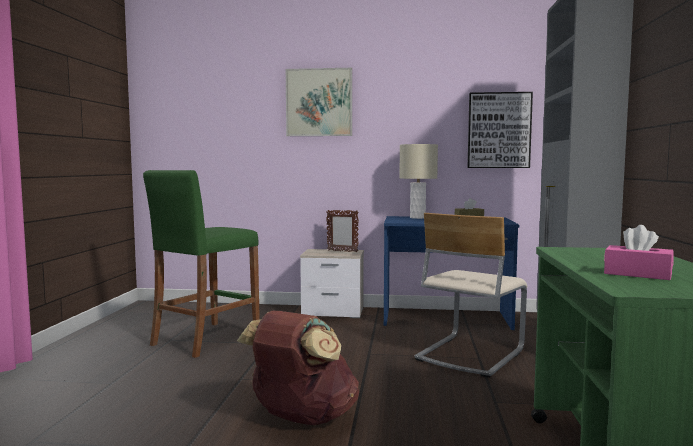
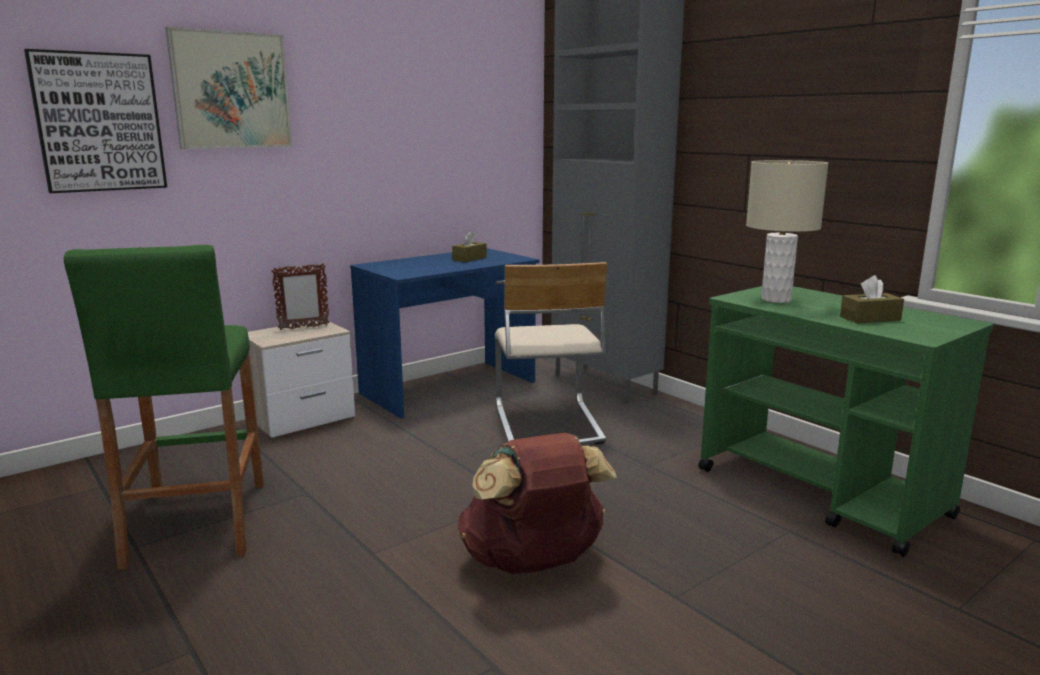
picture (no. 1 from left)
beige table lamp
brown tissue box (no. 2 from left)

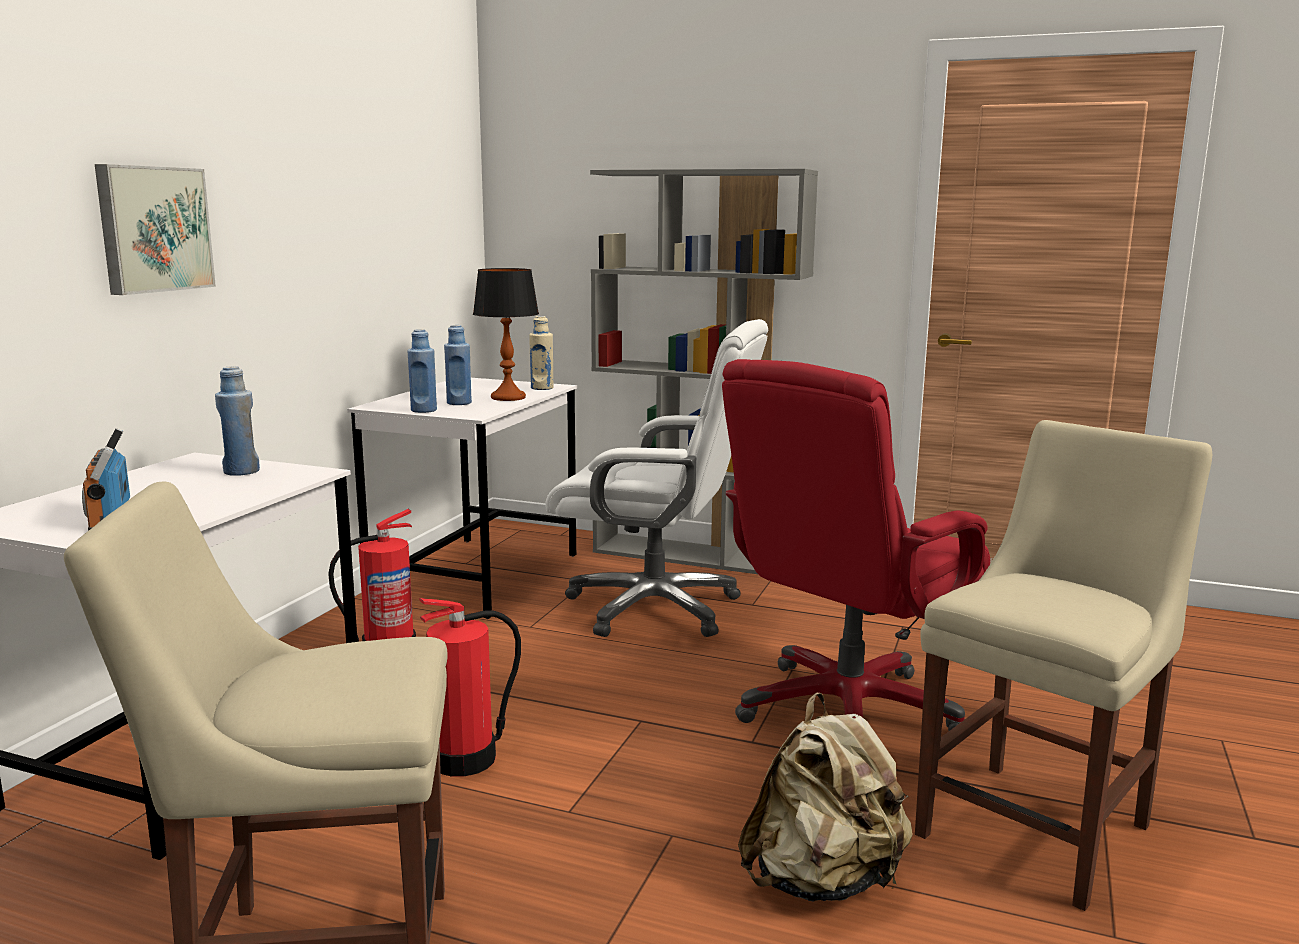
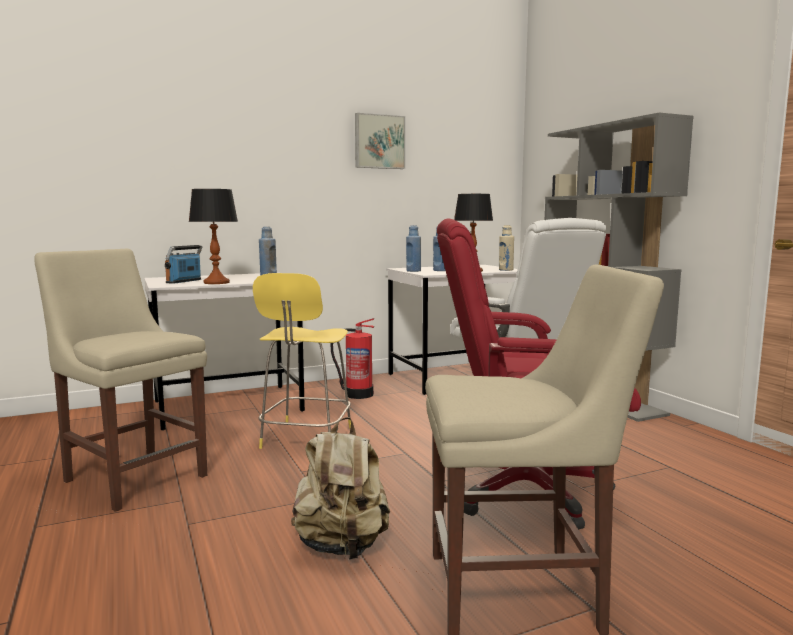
table lamp (no. 1 from left)
yellow stool
picture

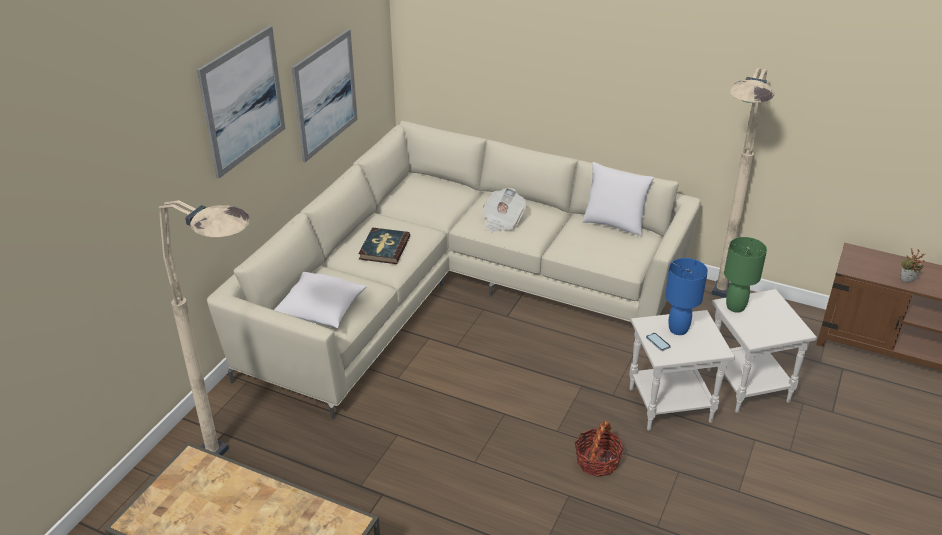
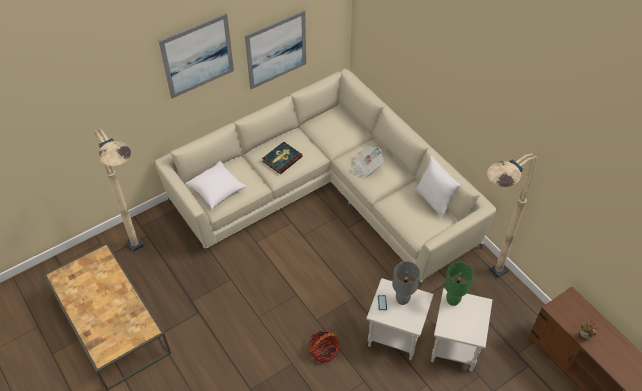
grey table lamp

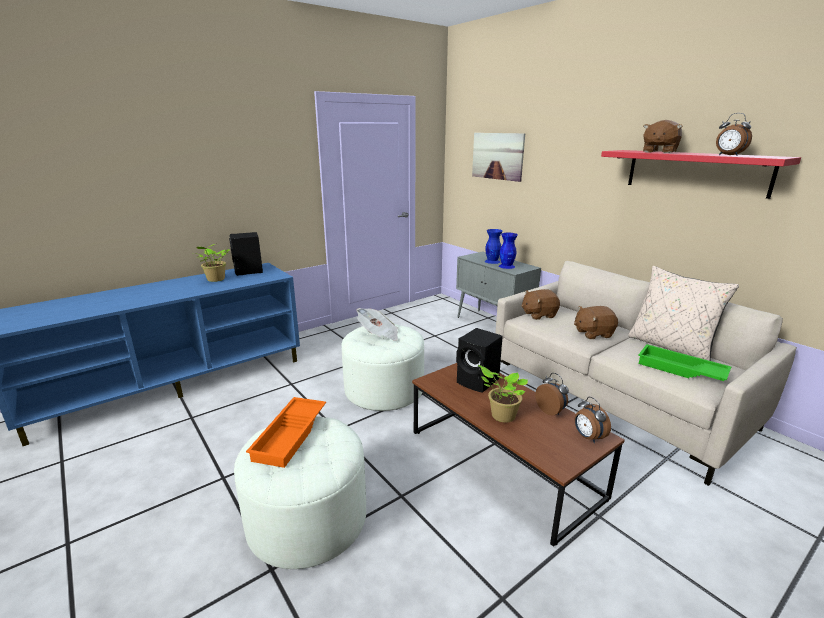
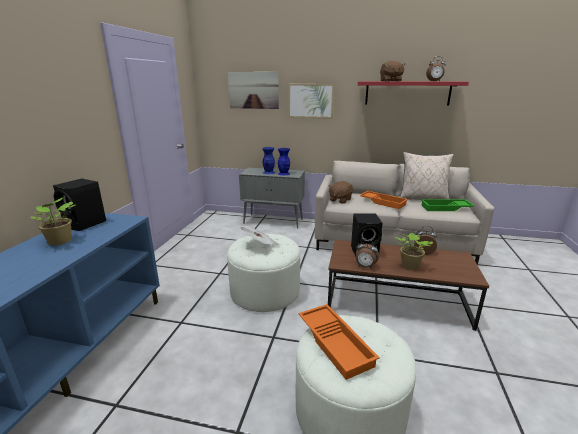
picture (no. 2 from left)
alarm clock (no. 1 from left)
orange tray (no. 2 from left)

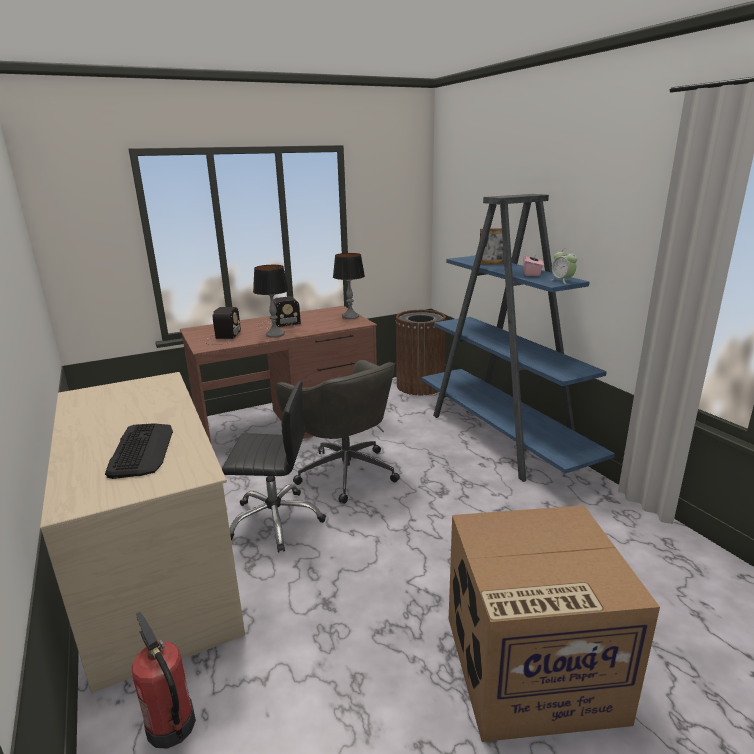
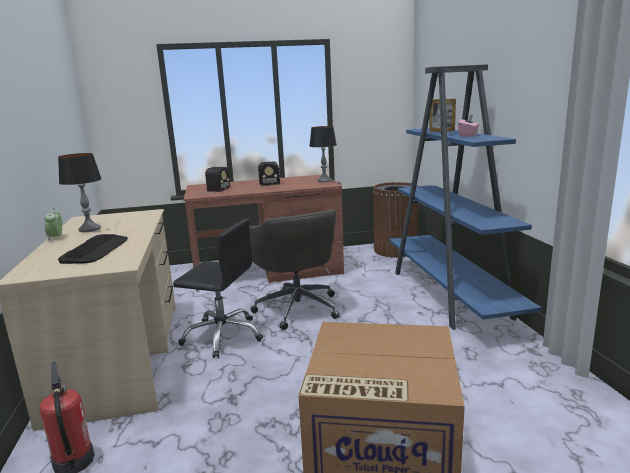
alarm clock
table lamp (no. 1 from left)

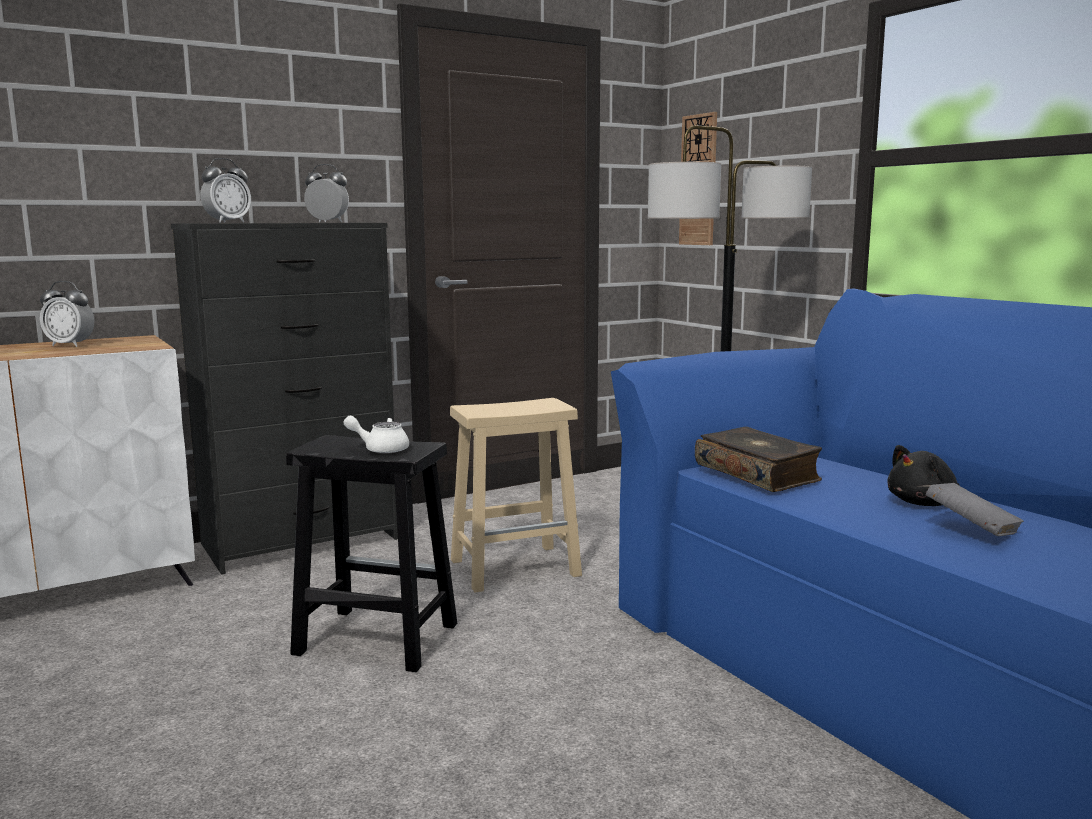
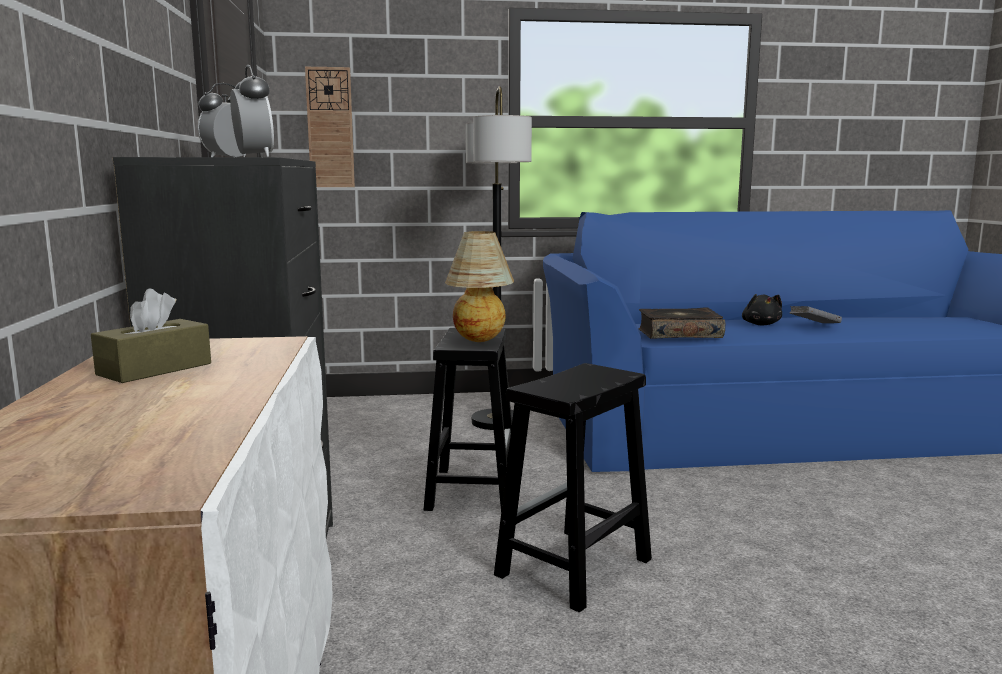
brown tissue box
black stool (no. 1 from left)
table lamp
white teapot

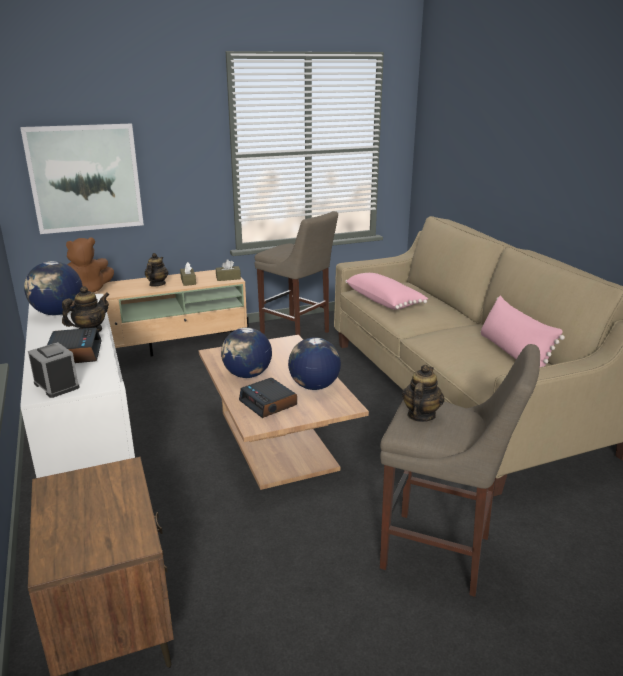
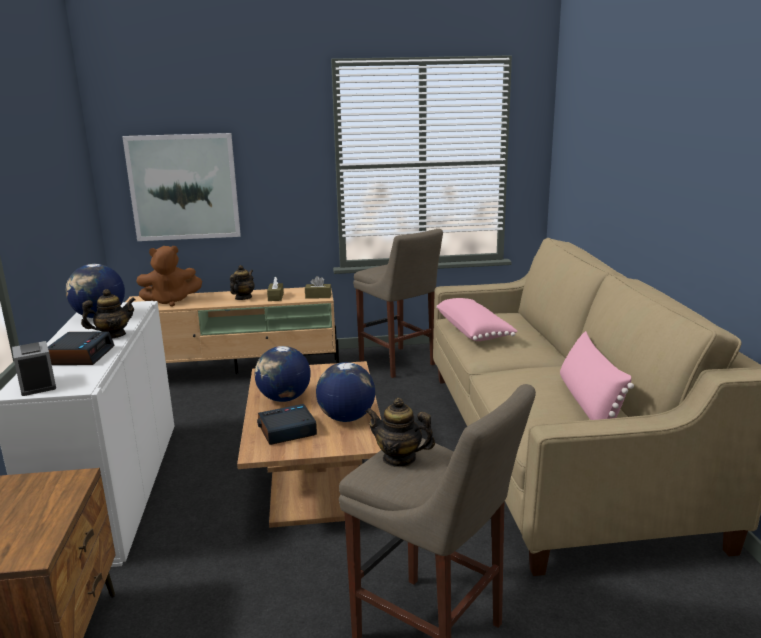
alarm clock (no. 3 from left)
teapot (no. 3 from left)

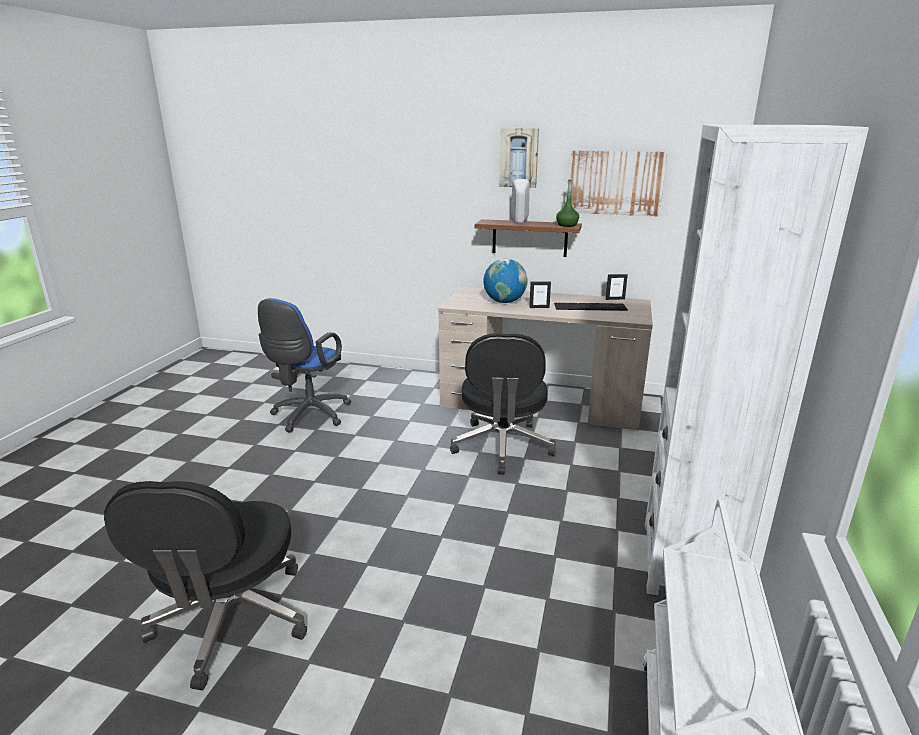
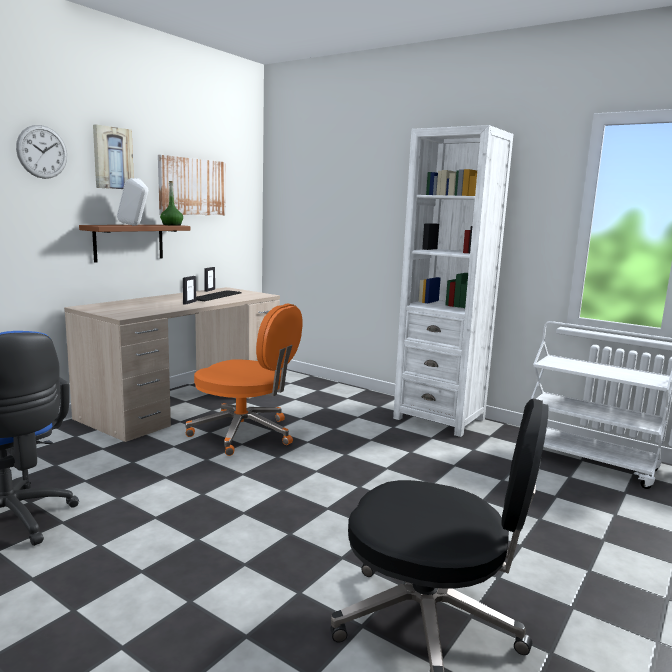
wall clock
orange office chair
globe

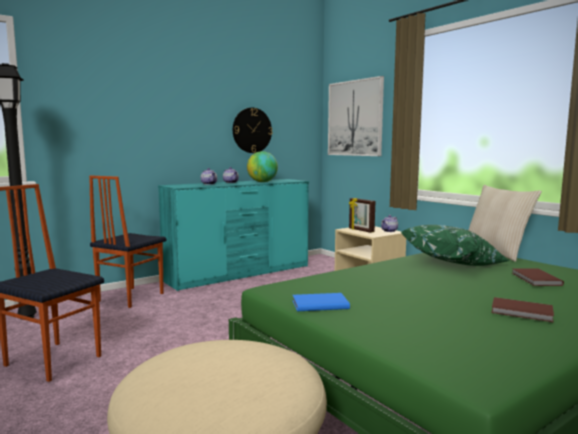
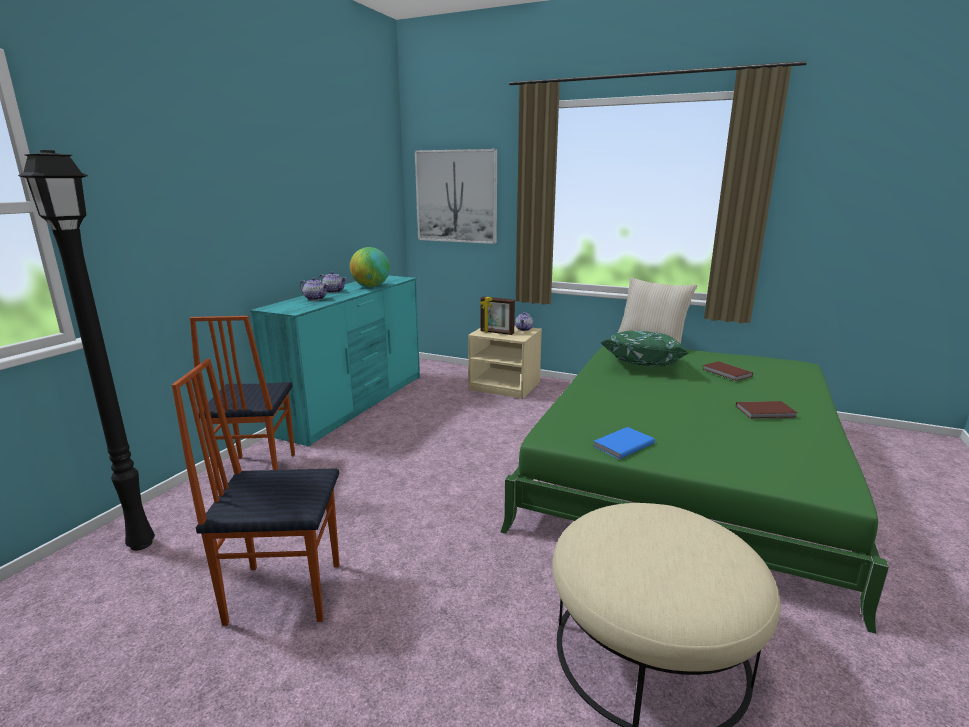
wall clock

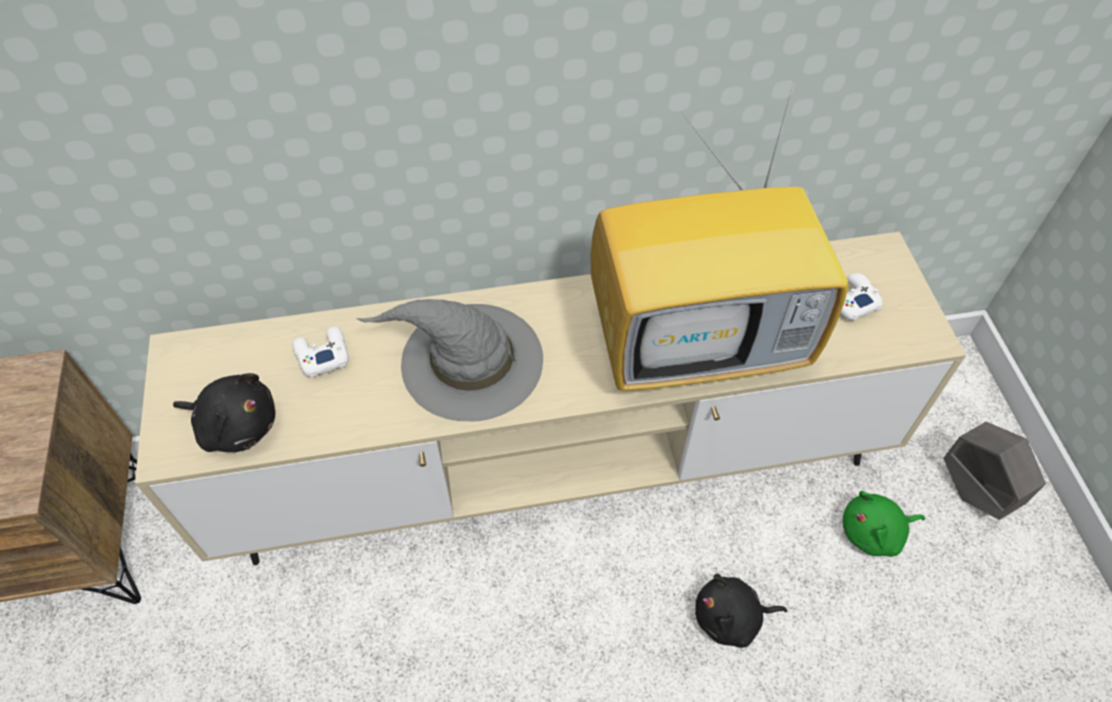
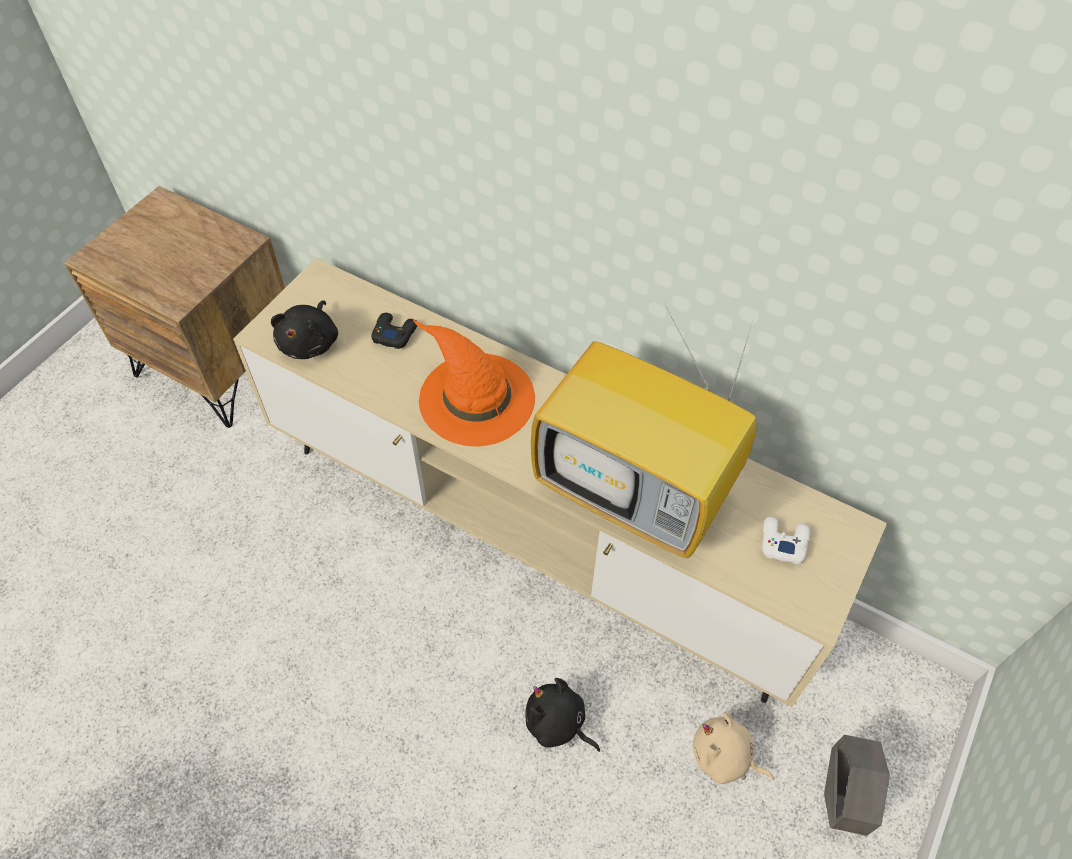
black plush toy (no. 1 from left)
black game controller
orange hat
beige plush toy

